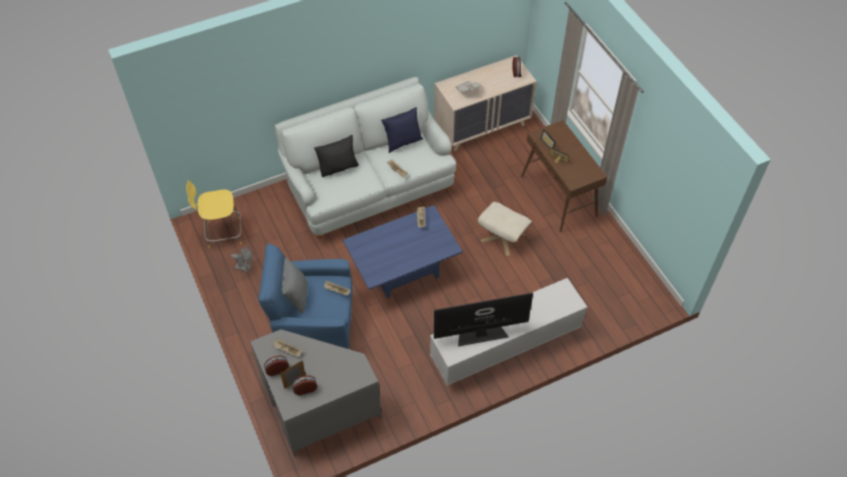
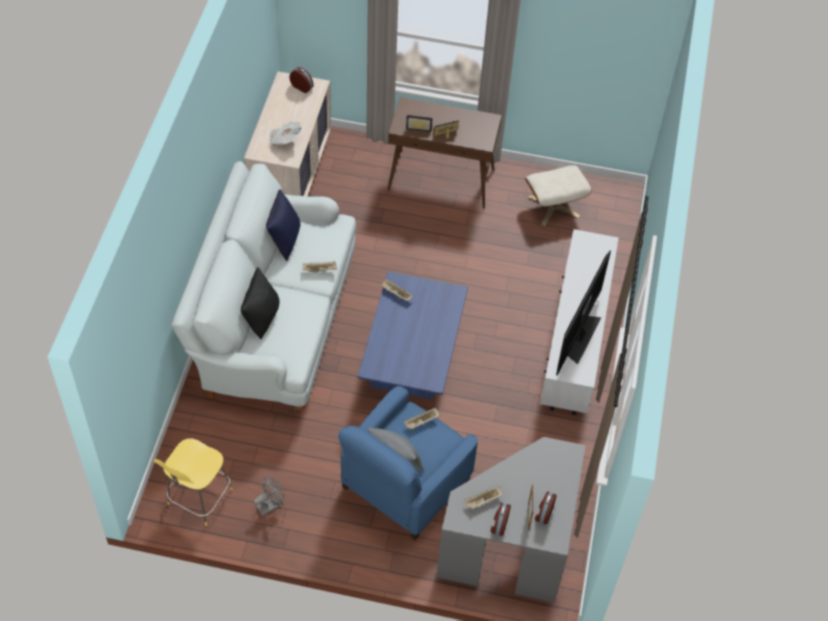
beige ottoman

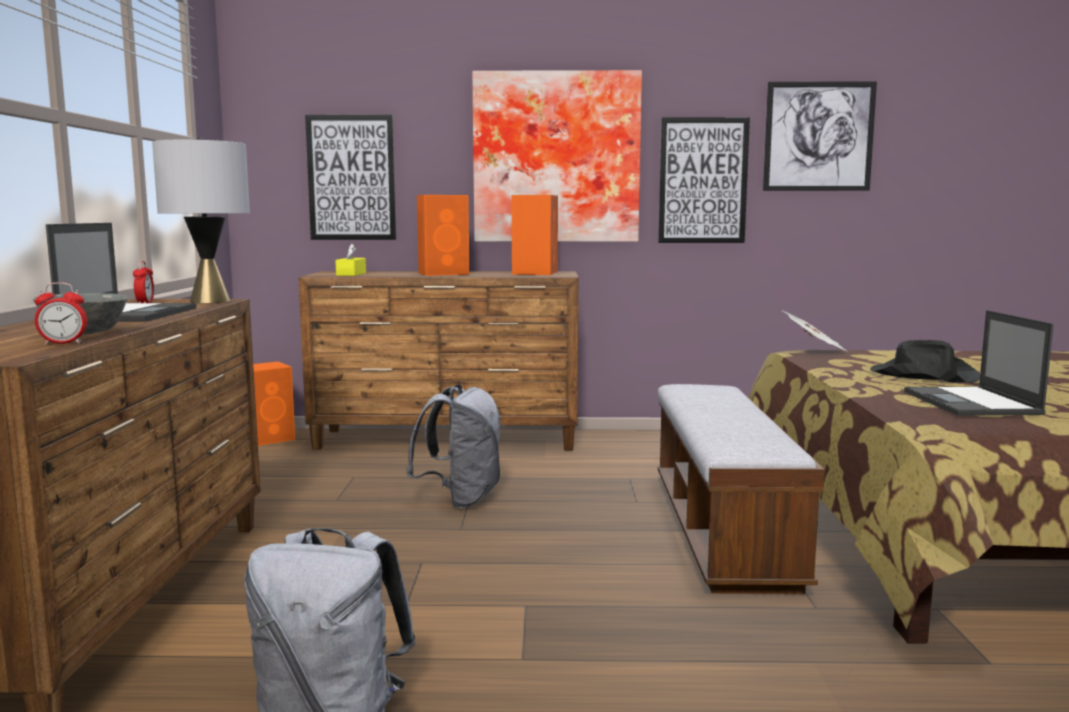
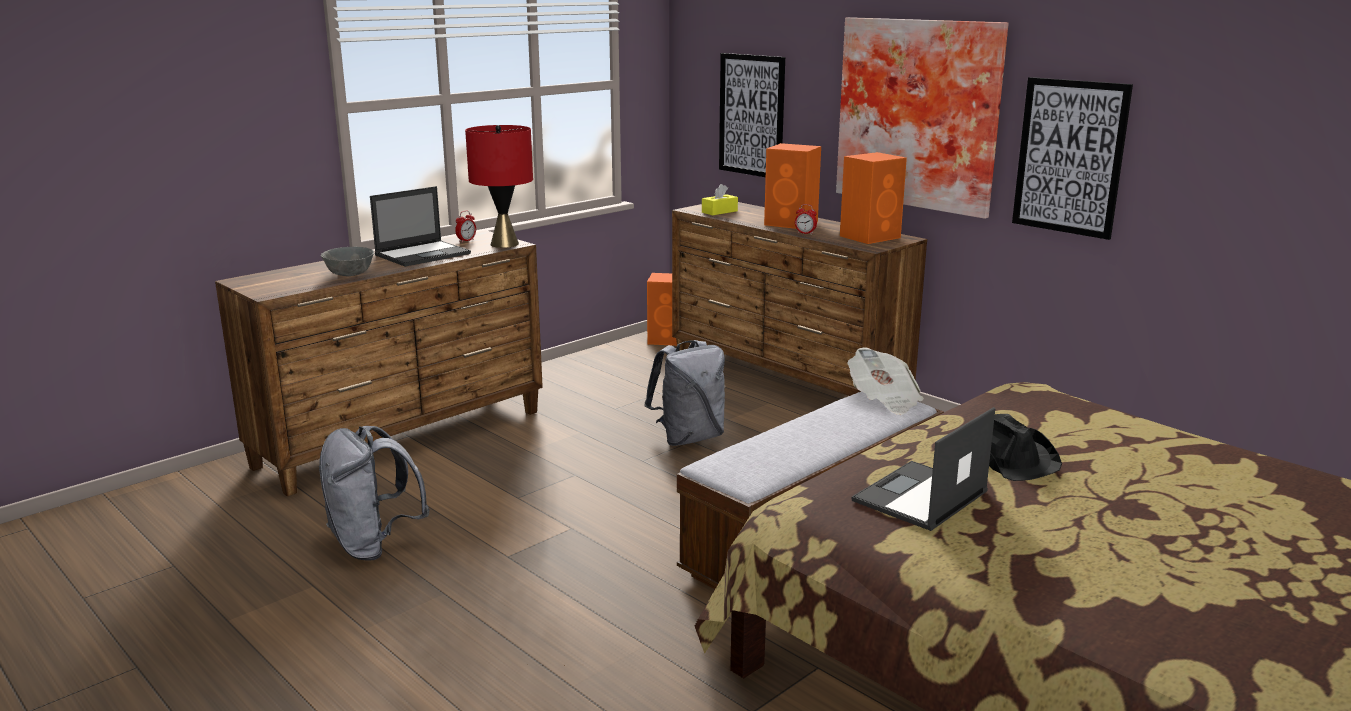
red table lamp
alarm clock (no. 2 from left)
newspaper
picture (no. 4 from left in the first image)

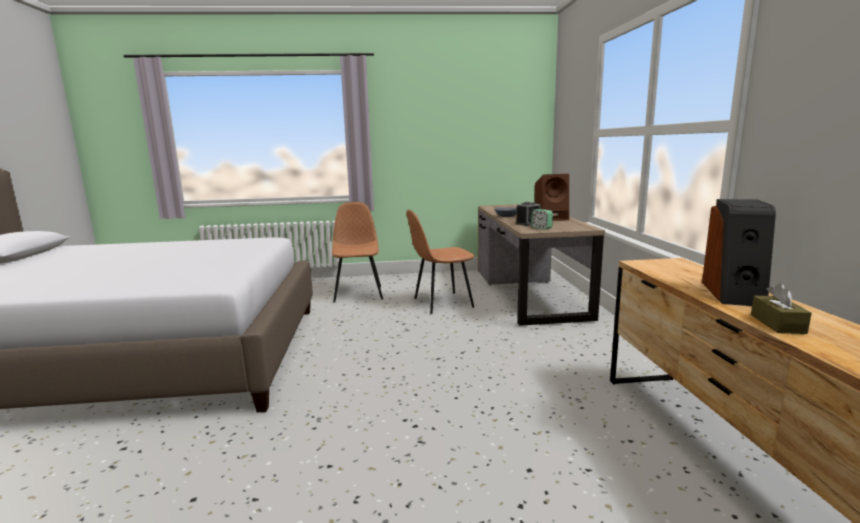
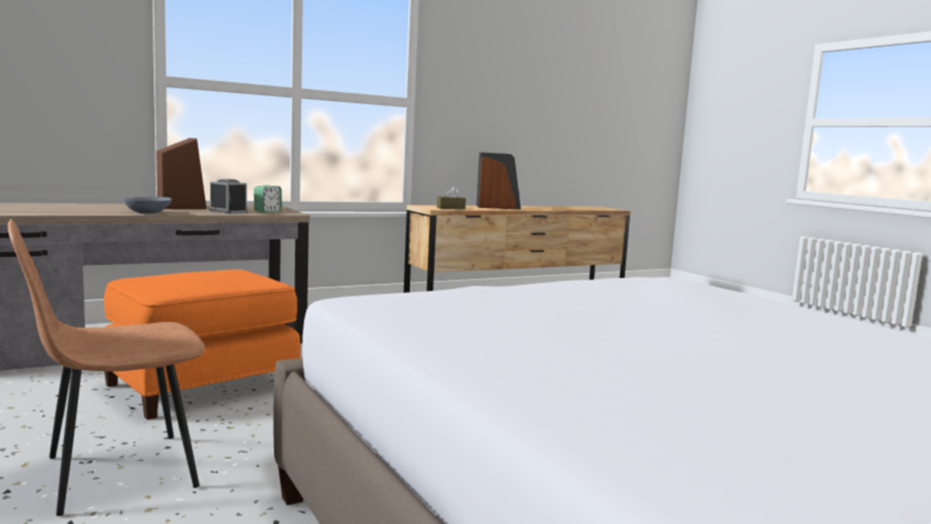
orange ottoman
brown tissue box

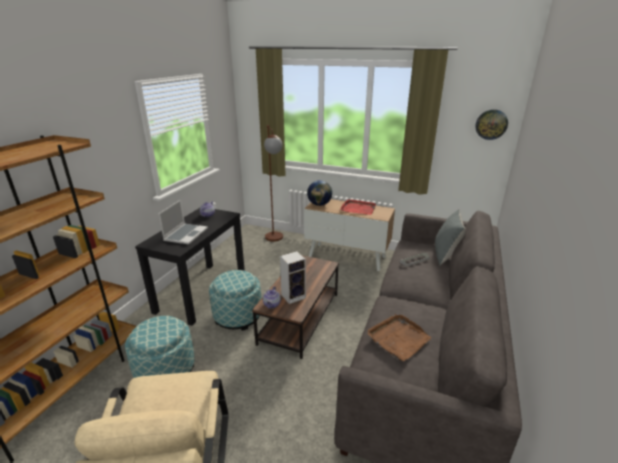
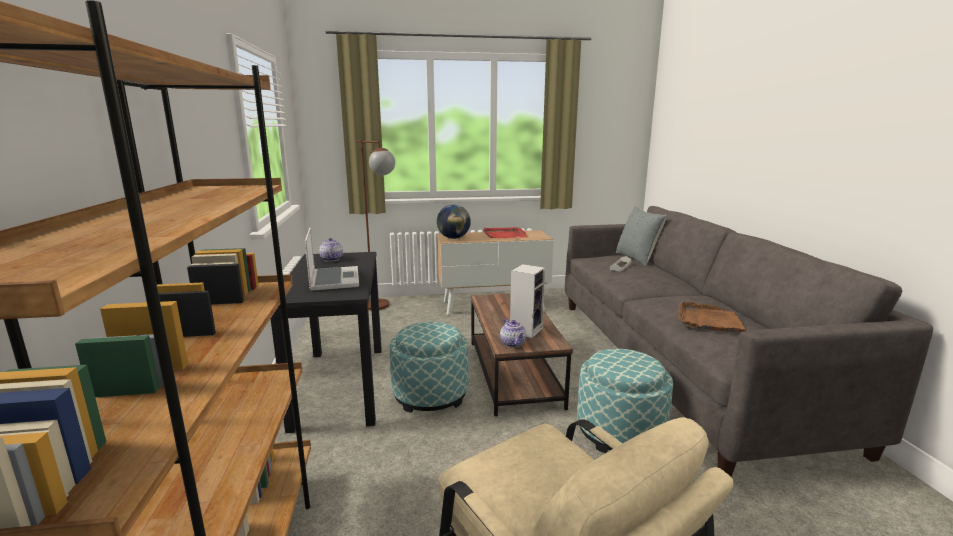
ottoman (no. 2 from left)
wall clock

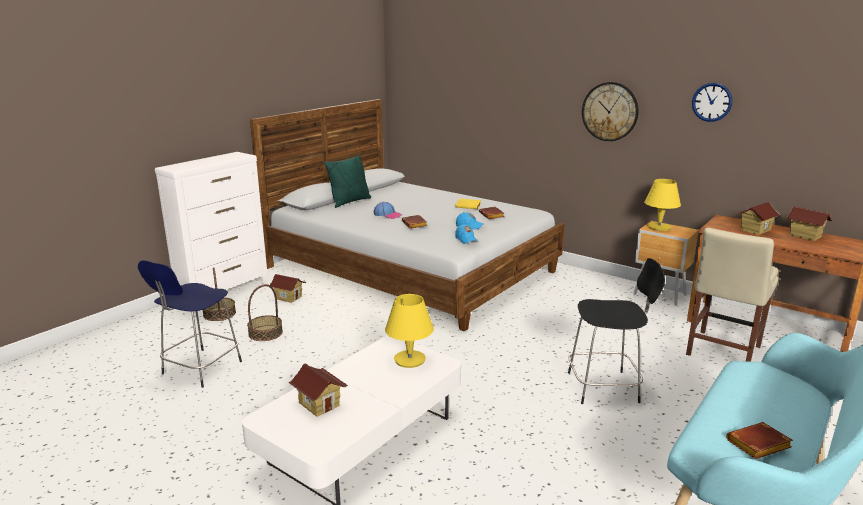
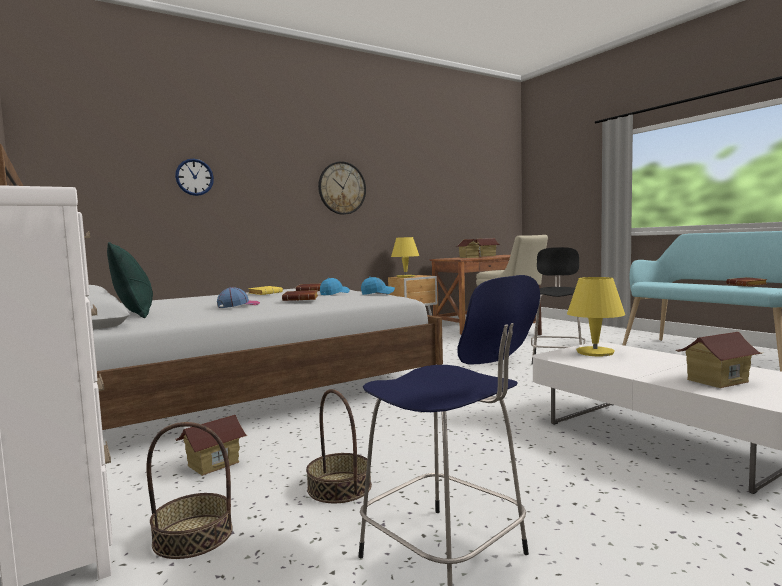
wall clock (no. 1 from left)

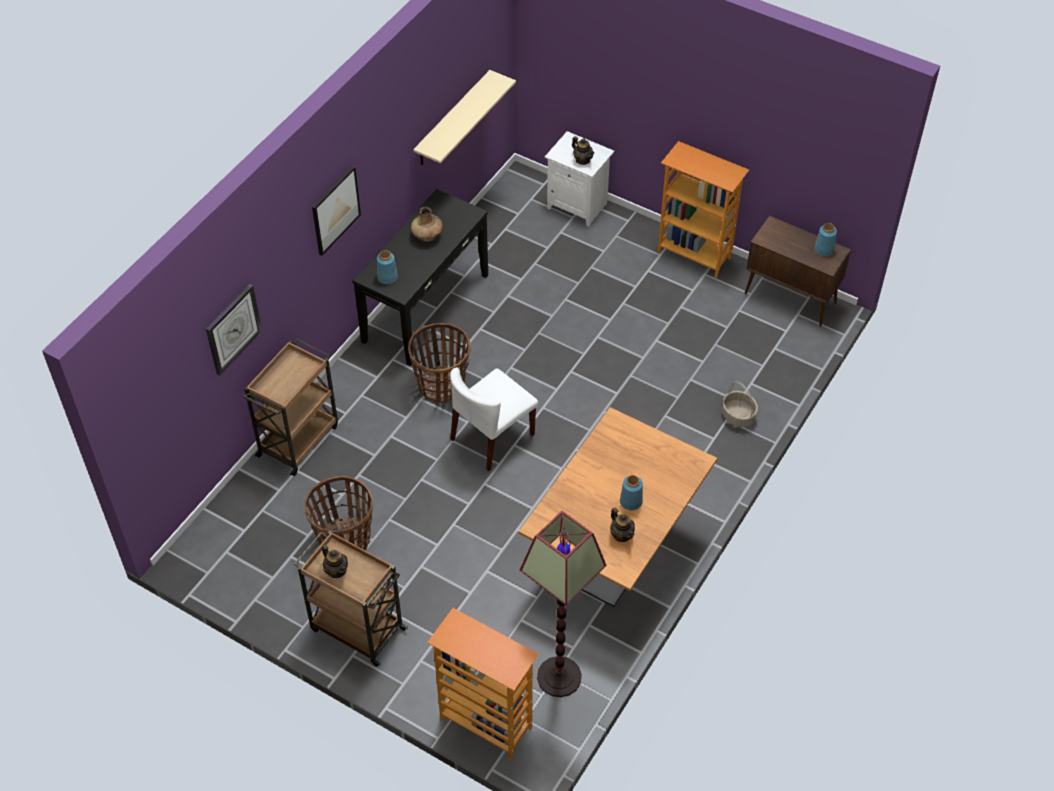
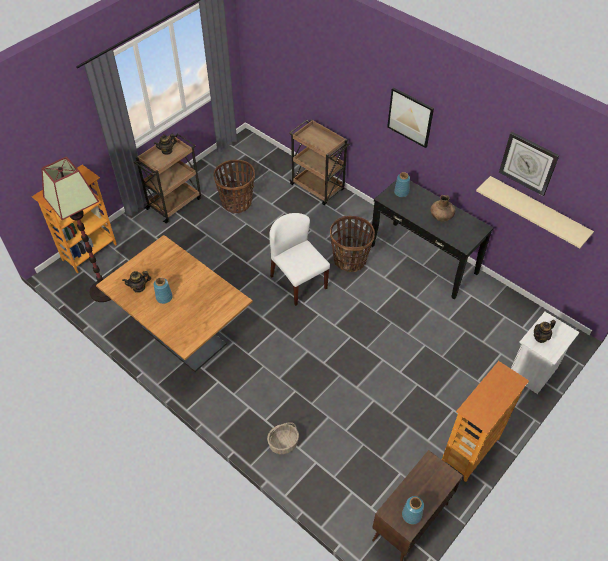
wall clock

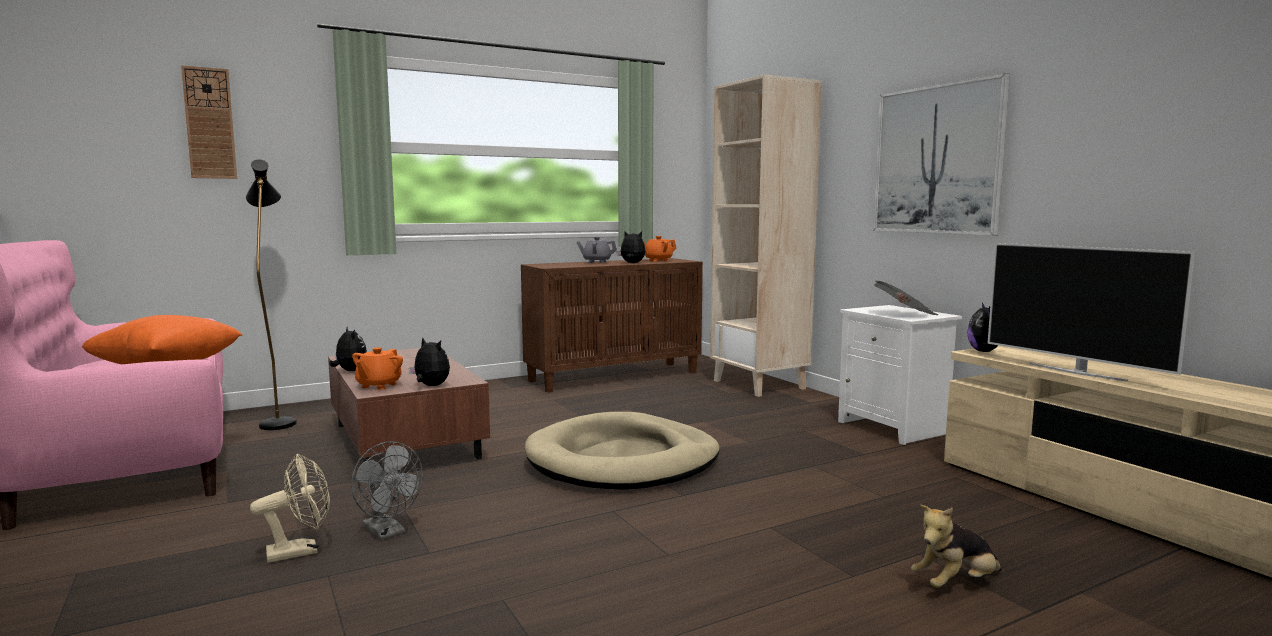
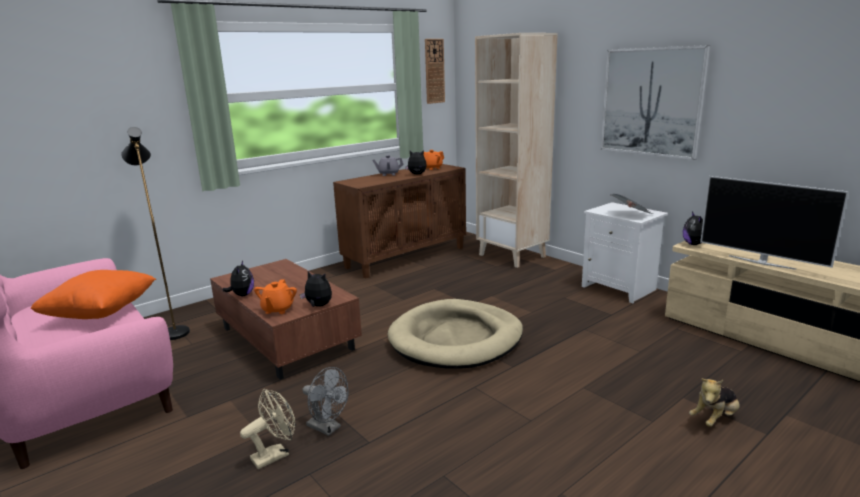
plush toy (no. 1 from left)
wall clock

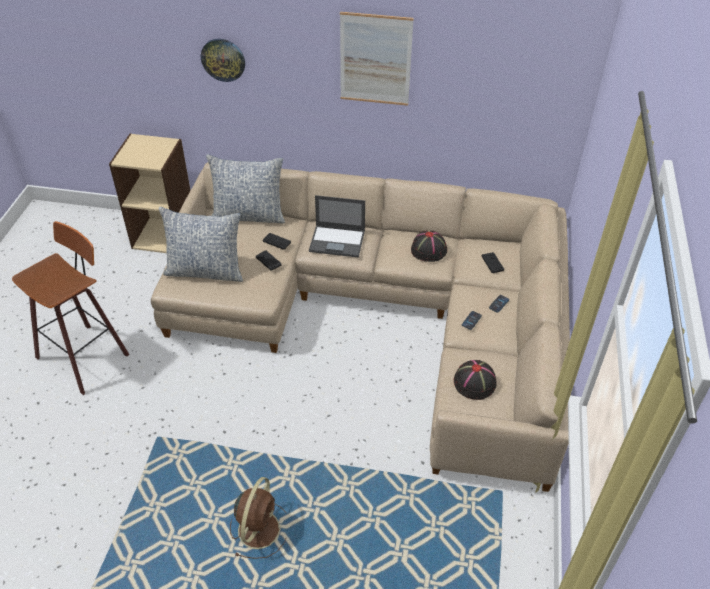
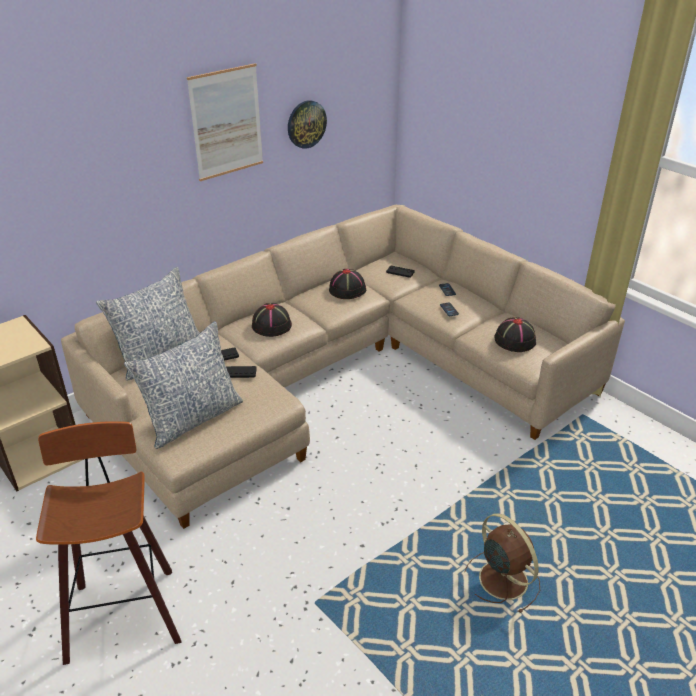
black hat (no. 1 from left)
wall clock

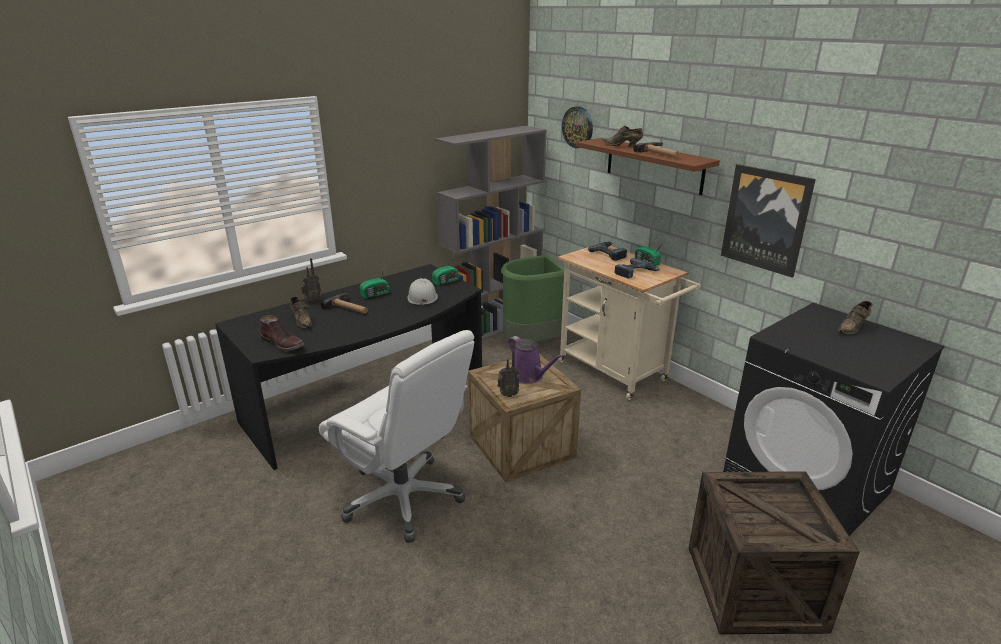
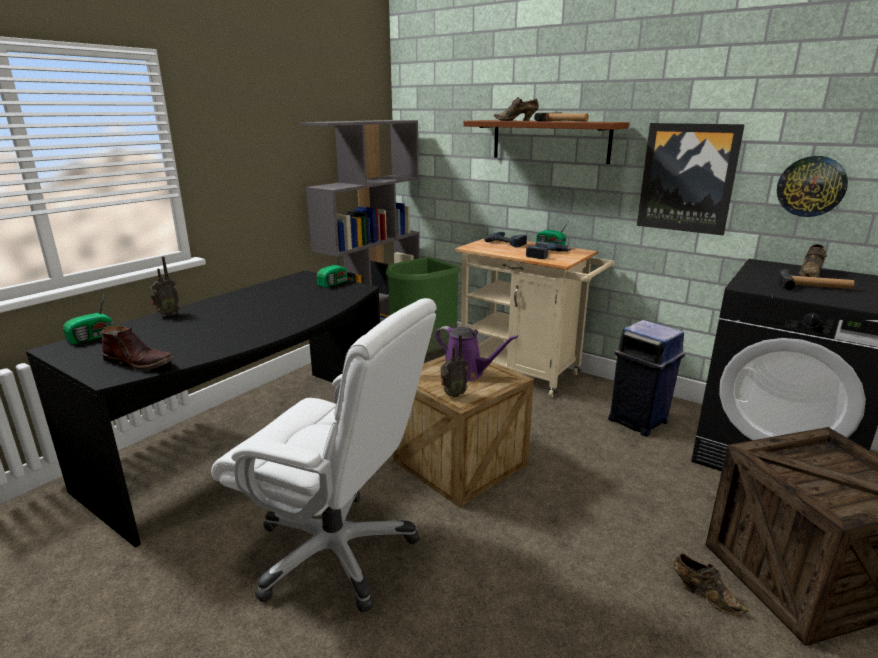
radio (no. 1 from left)
blue trash can
brown shoe (no. 2 from left)
wall clock
hammer (no. 2 from left)
white hard hat

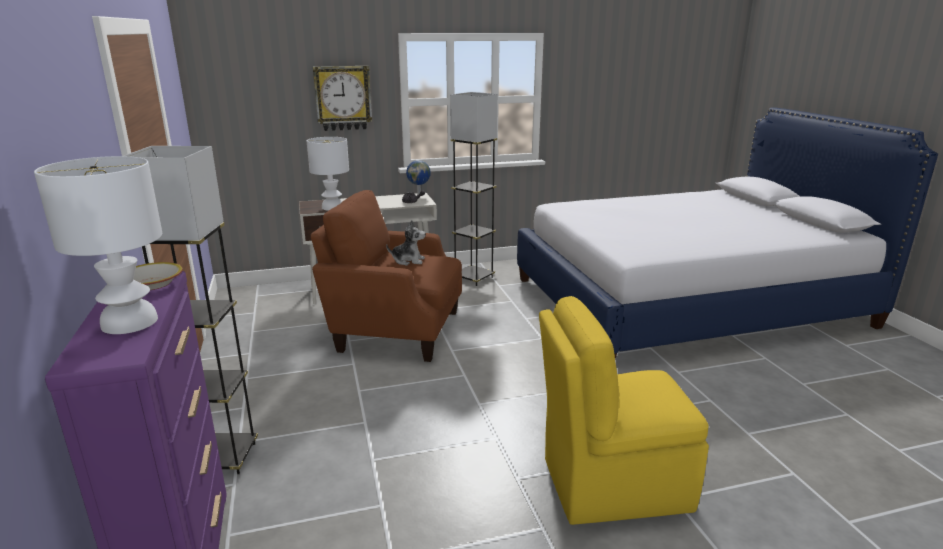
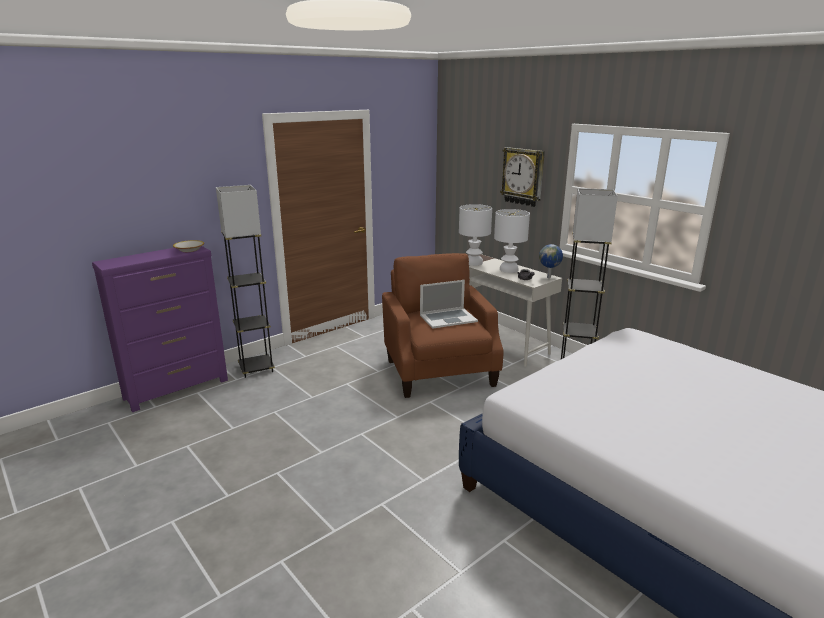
laptop
white table lamp (no. 2 from left)
yellow chair

